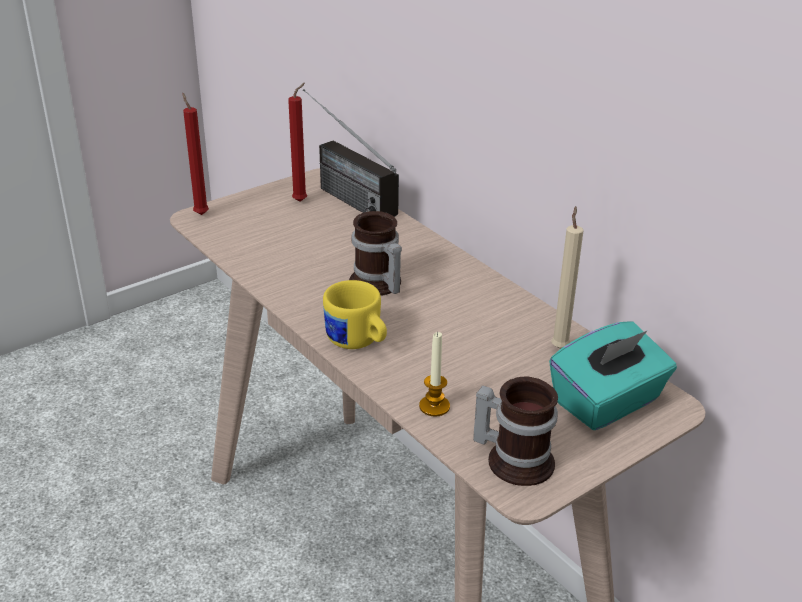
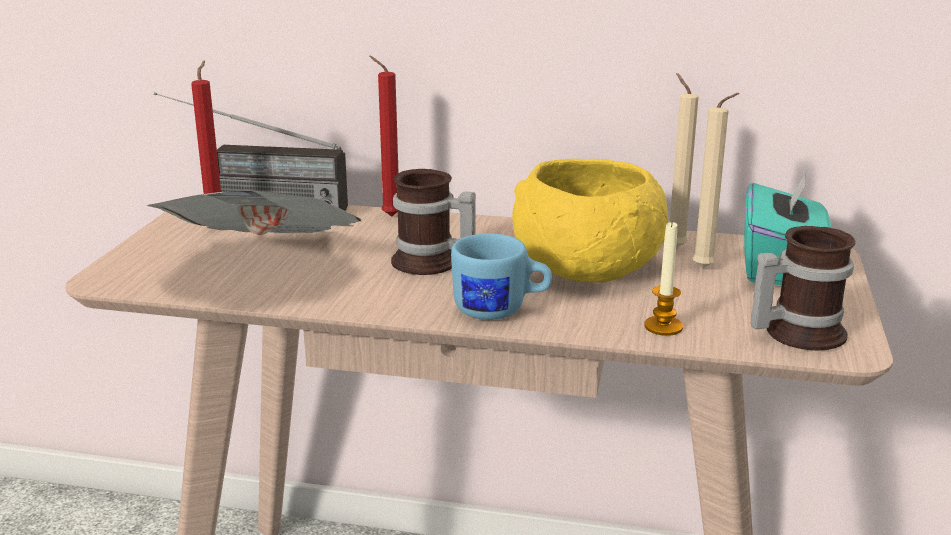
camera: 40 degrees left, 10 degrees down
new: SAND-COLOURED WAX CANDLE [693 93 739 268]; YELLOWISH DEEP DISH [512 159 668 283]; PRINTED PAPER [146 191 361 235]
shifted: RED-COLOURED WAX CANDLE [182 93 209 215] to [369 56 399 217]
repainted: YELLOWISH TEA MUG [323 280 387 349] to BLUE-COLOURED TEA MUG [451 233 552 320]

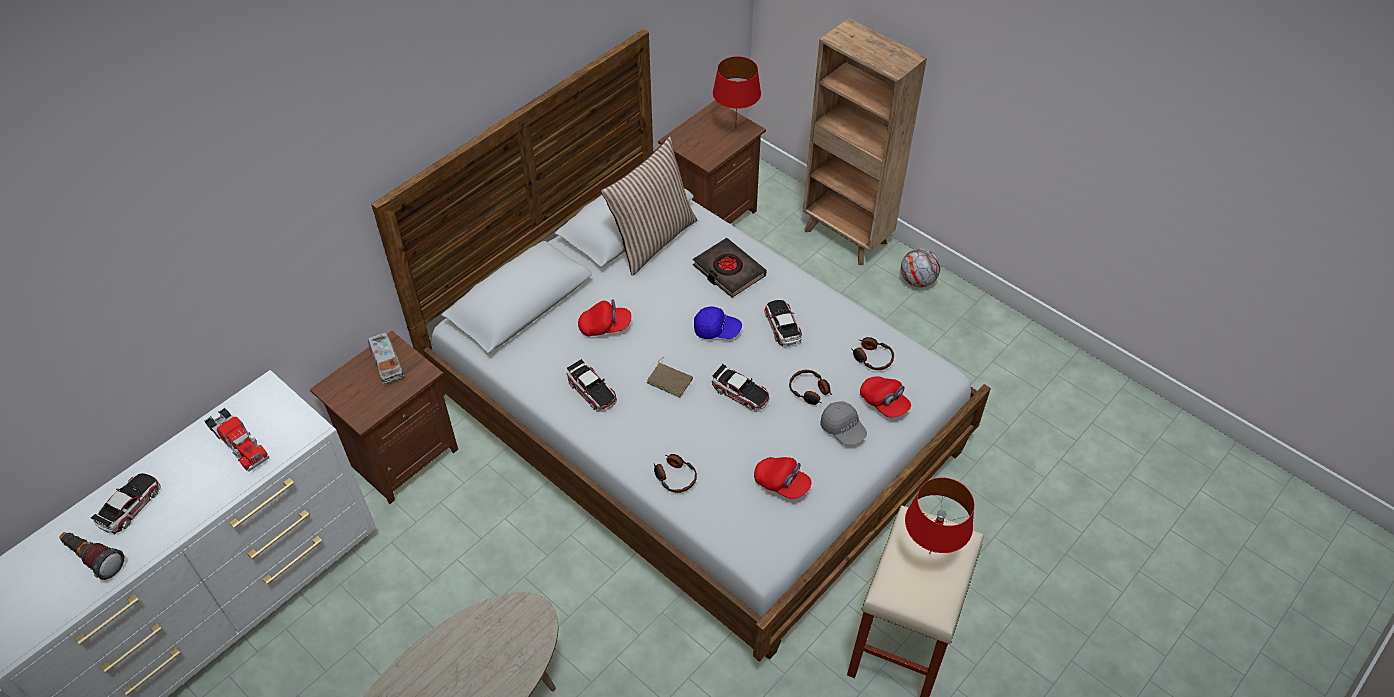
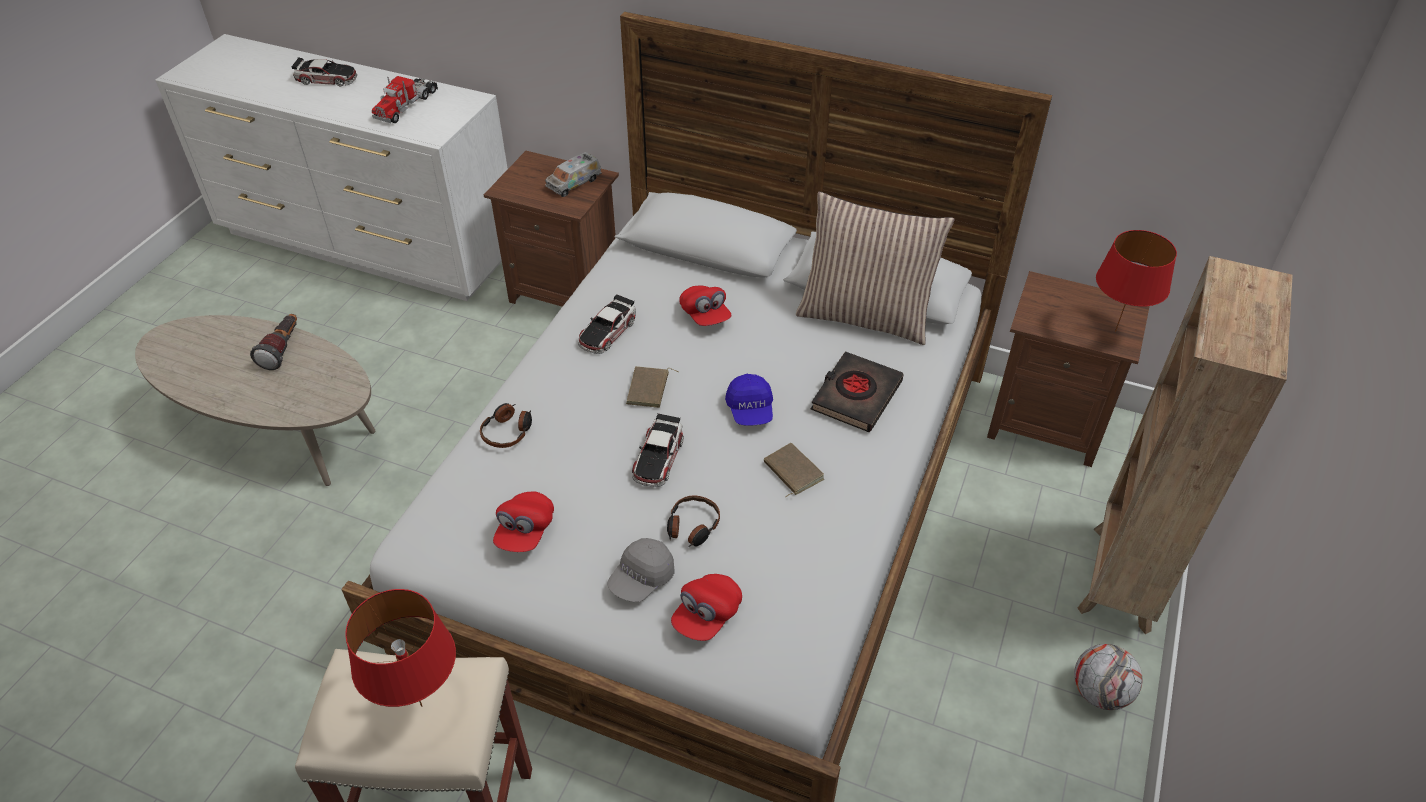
camera: 70 degrees right, 5 degrees down
gone: HEADPHONES [851 337 894 370]
shifted: FLASHLIGHT [59 532 124 580] to [250 314 297 370]
swapped: TOY CAR [764 300 802 347] to BROWNISH VOLUME [764 443 824 497]

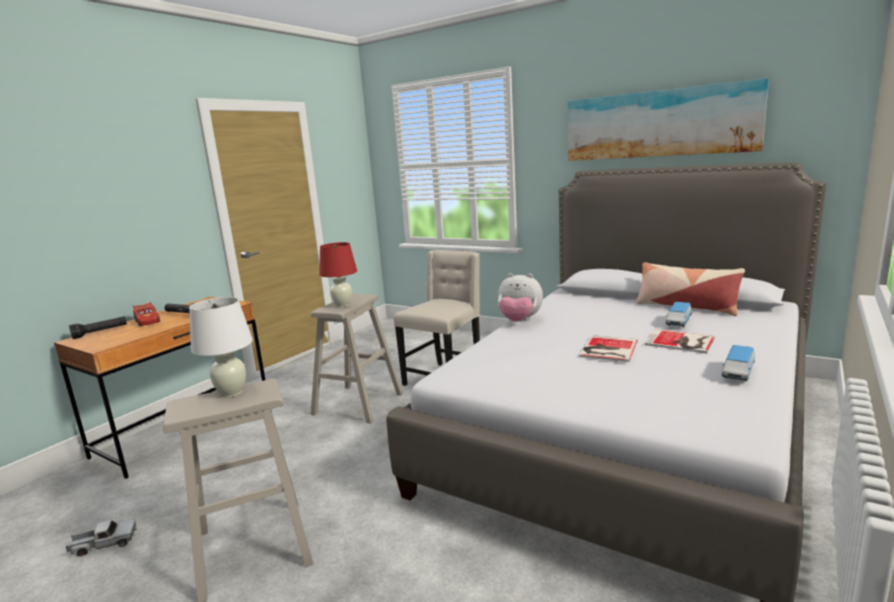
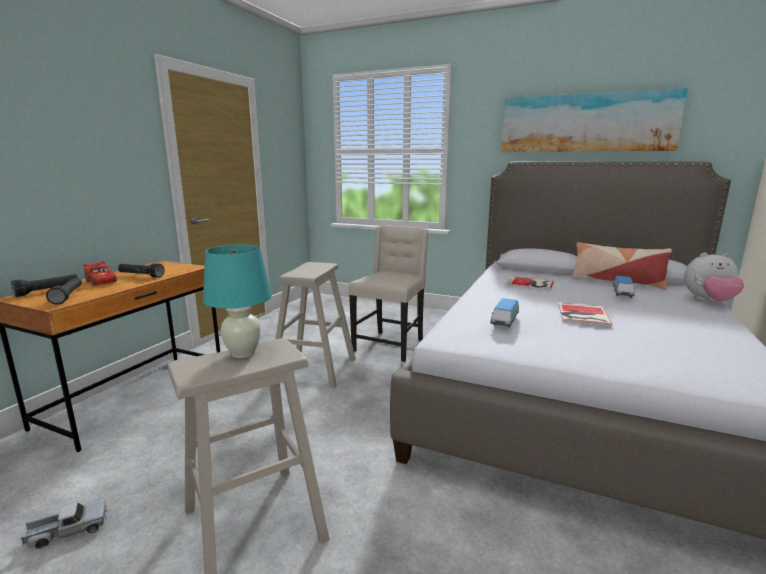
camera: 10 degrees left, 0 degrees up
gone: RED-COLOURED TABLE LAMP [319 242 357 307]
new: BLACK-COLOURED FLASHLIGHT [46 277 82 304]
shifted: CUDDLY TOY [498 273 543 322] to [684 252 744 301]; VOLUME [645 329 715 354] to [505 276 554 291]; TOY CAR [721 345 755 381] to [490 298 519 328]
repainted: WHITISH TABLE LAMP [189 297 253 398] to TURQUOISE-COLOURED TABLE LAMP [203 244 272 358]

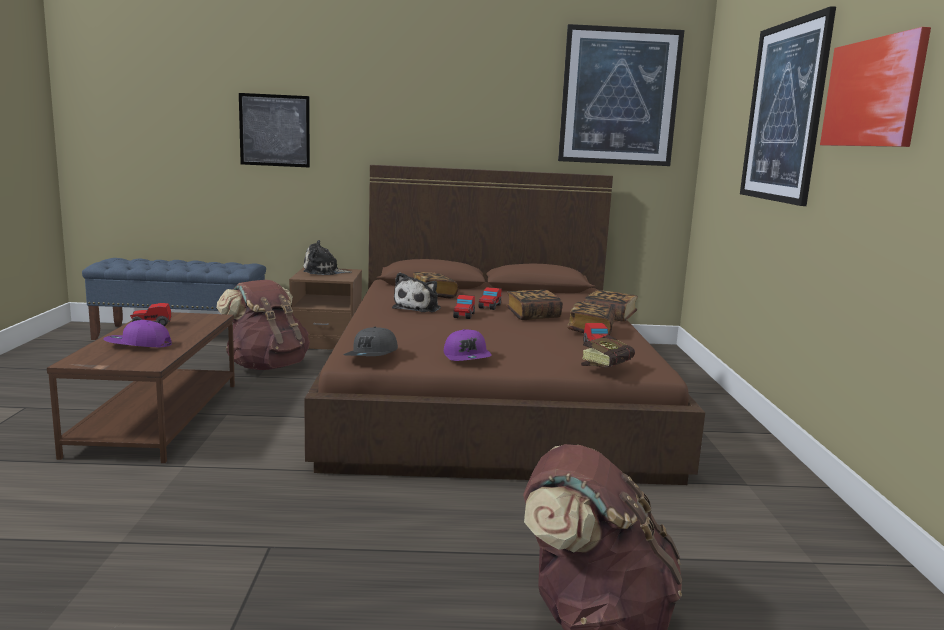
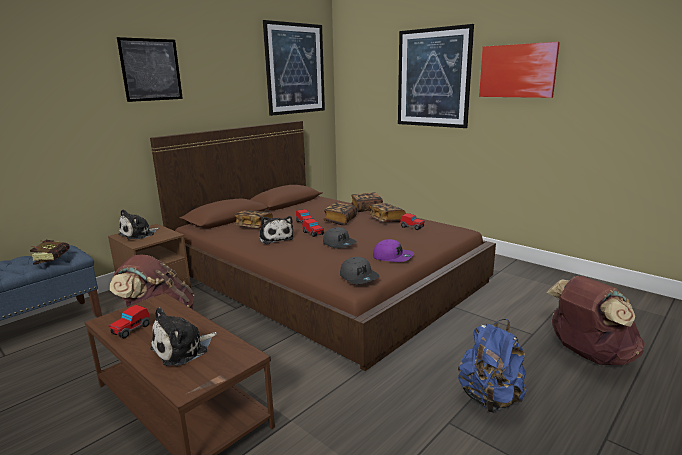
camera: 45 degrees left, 5 degrees up
new: GRAY CAP [323 227 357 249]; BLUE-COLOURED KNAPSACK [458 319 527 413]
shifted: WALL ART [239 93 310 168] to [117 37 183 102]; VOLUME [581 334 635 368] to [30 240 69 265]
swapped: PURPLISH CAP [103 320 172 347] to CUDDLY TOY [150 307 217 366]

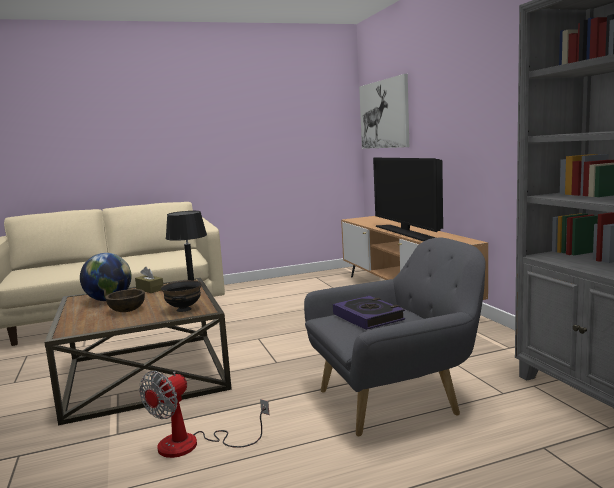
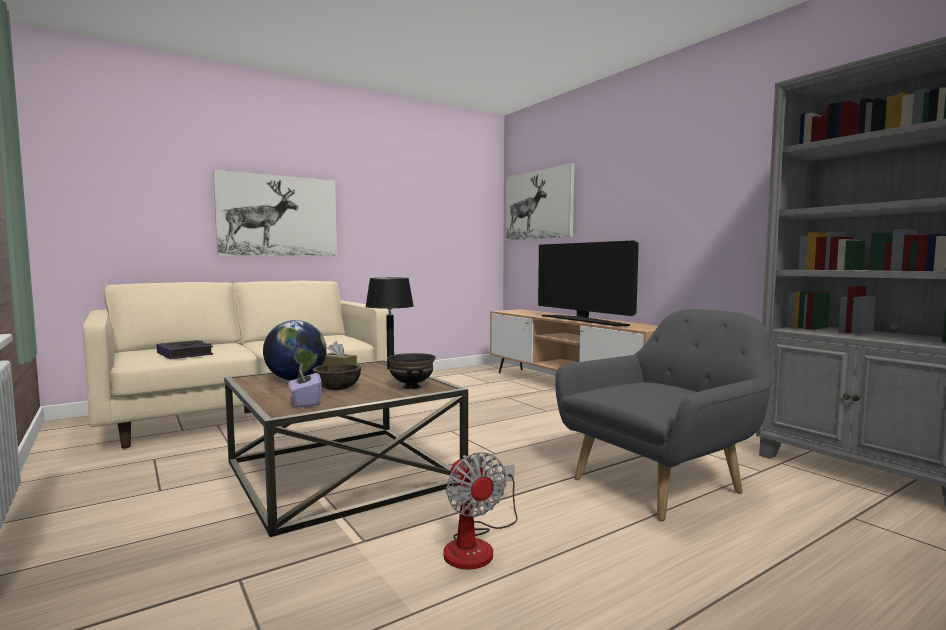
camera: 15 degrees left, 5 degrees down
new: WALL ART [213 170 337 256]; PURPLISH BOX OF TISSUES [289 366 322 408]
shifted: VOLUME [333 296 405 330] to [156 340 213 359]
rotated: FAN [139 371 269 458] = [443 452 518 570] 45 degrees counterclockwise

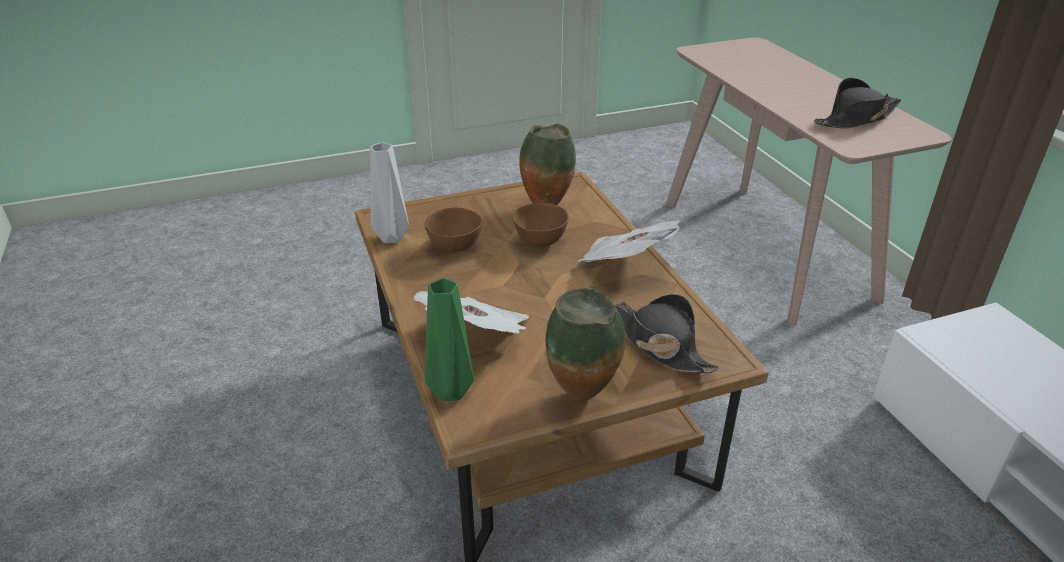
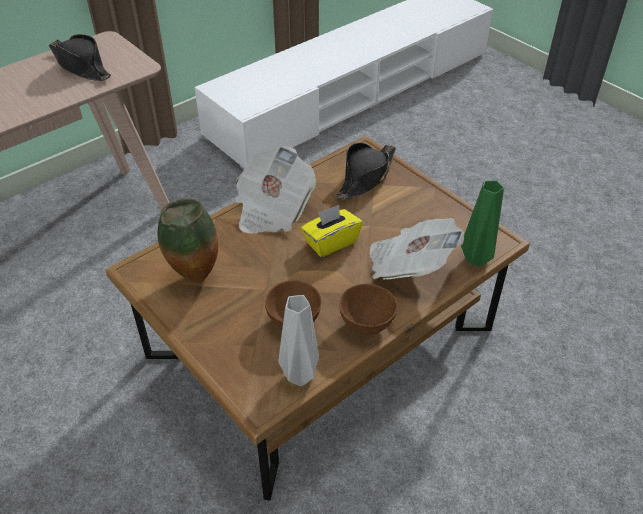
camera: 110 degrees left, 10 degrees up
gone: FLOWER VASE [546 288 626 401]
new: YELLOWISH BOX OF TISSUES [301 205 362 257]
shifted: BROWNISH DEEP DISH [513 203 569 248] to [339 284 398 335]

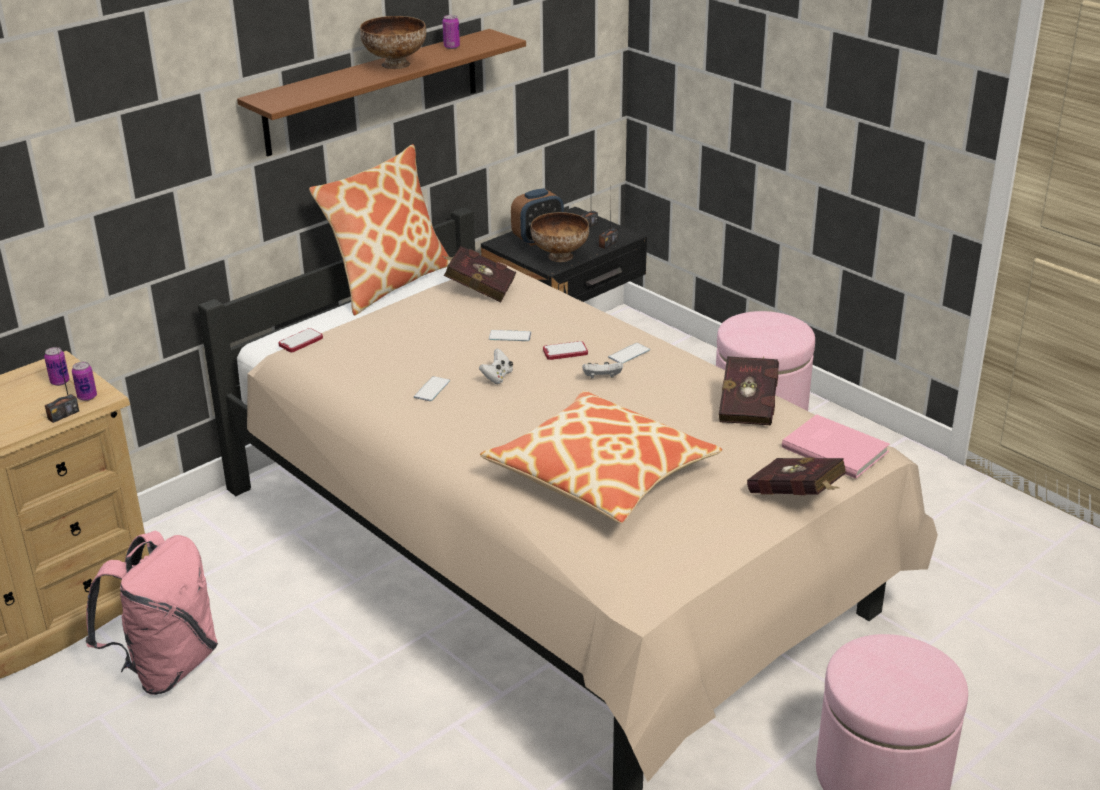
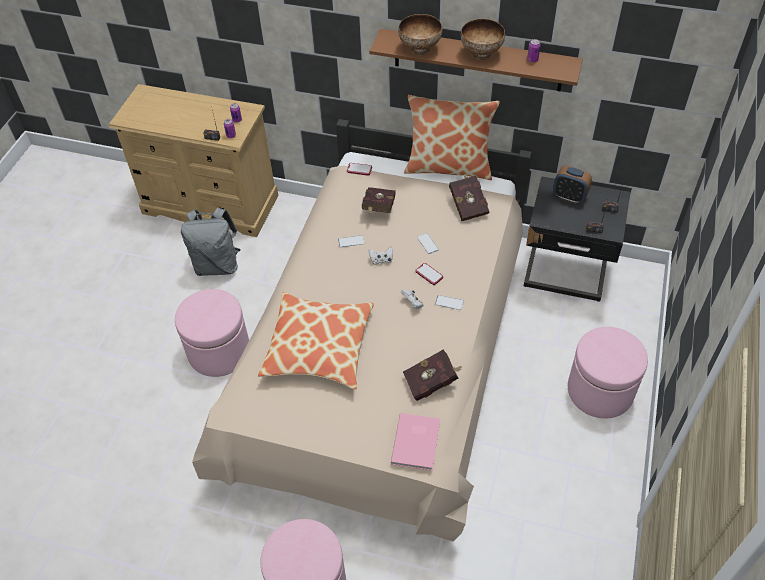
camera: 60 degrees right, 20 degrees up
new: PINK FOOTREST [175 289 249 377]
shifted: DEEP DISH [531 212 589 262] to [398 14 442 55]; RED-COLOURED VOLUME [747 457 847 495] to [362 187 396 214]
repainted: PINK KNAPSACK [86 531 218 695] to GRAY KNAPSACK [181 208 241 276]

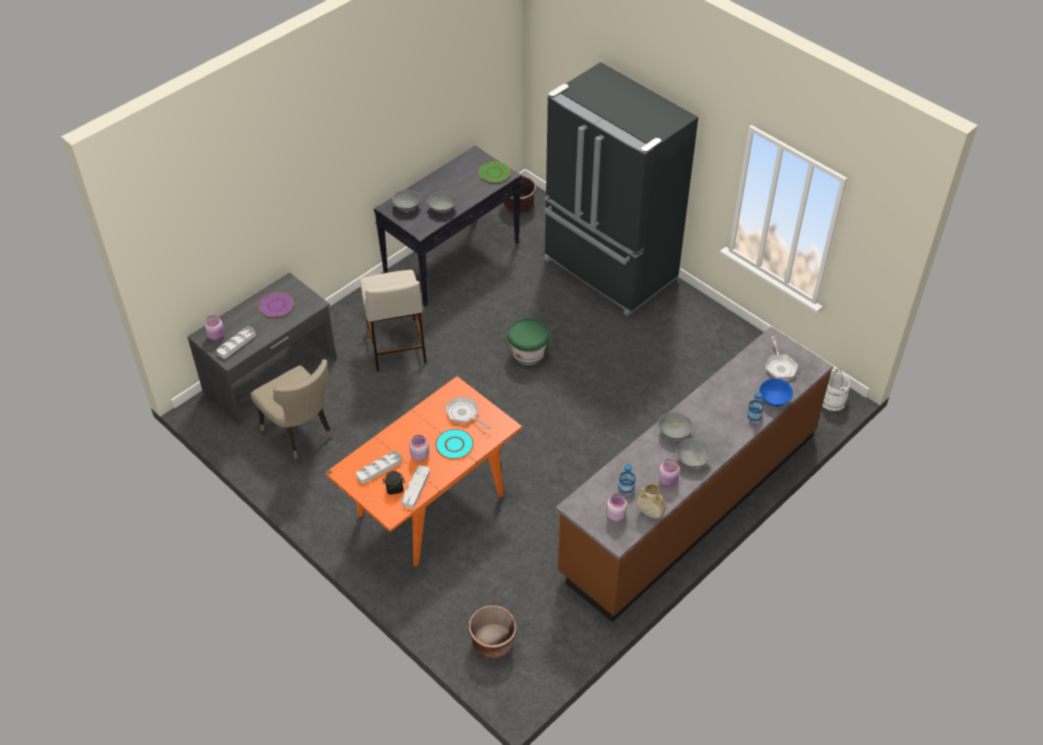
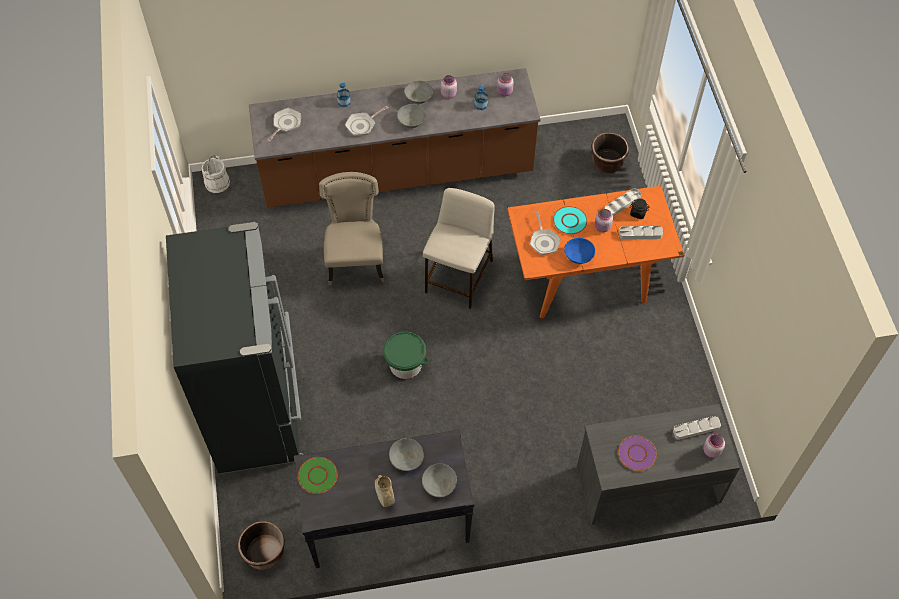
camera: 145 degrees left, 10 degrees up
new: SKILLET [345 106 389 136]
shifted: SAND-COLOURED SITTING STOOL [360 270 426 371] to [423 188 495 309]; SAND-COLOURED PLAIN CHAIR [250 360 333 459] to [319 172 385 285]; BLUE-COLOURED DEEP DISH [759 378 793 407] to [564 238 595 264]; SAND-COLOURED FLOWER VASE [636 484 666 518] to [375 475 395 507]

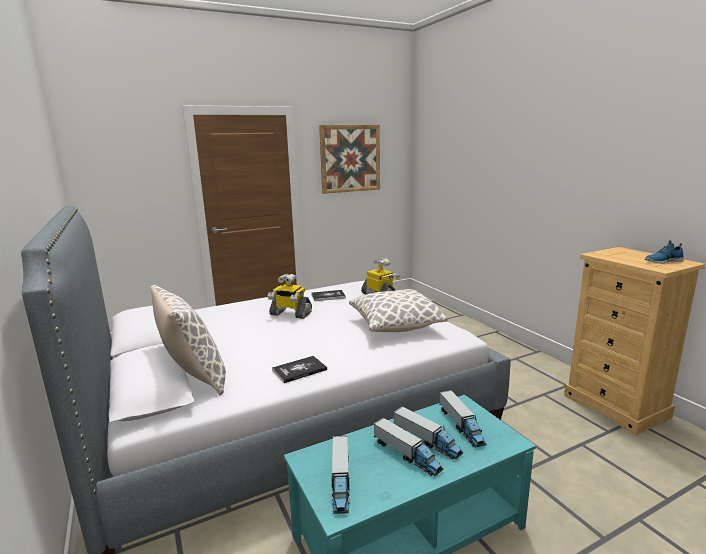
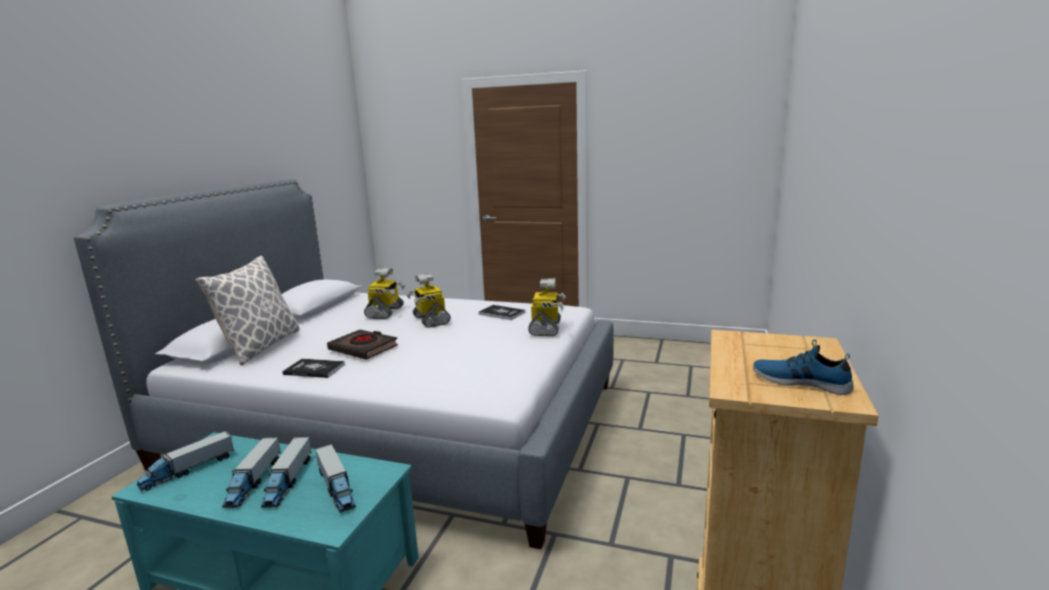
camera: 45 degrees right, 0 degrees up
gone: WALL ART [319 125 380 194]; PILLOW [349 289 447 332]
new: ROBOT FIGURE [364 268 405 319]; BLACK-COLOURED VOLUME [327 330 398 360]
rotated: MODEL TRUCK [440 390 486 448] = [315 444 356 513] 60 degrees counterclockwise

